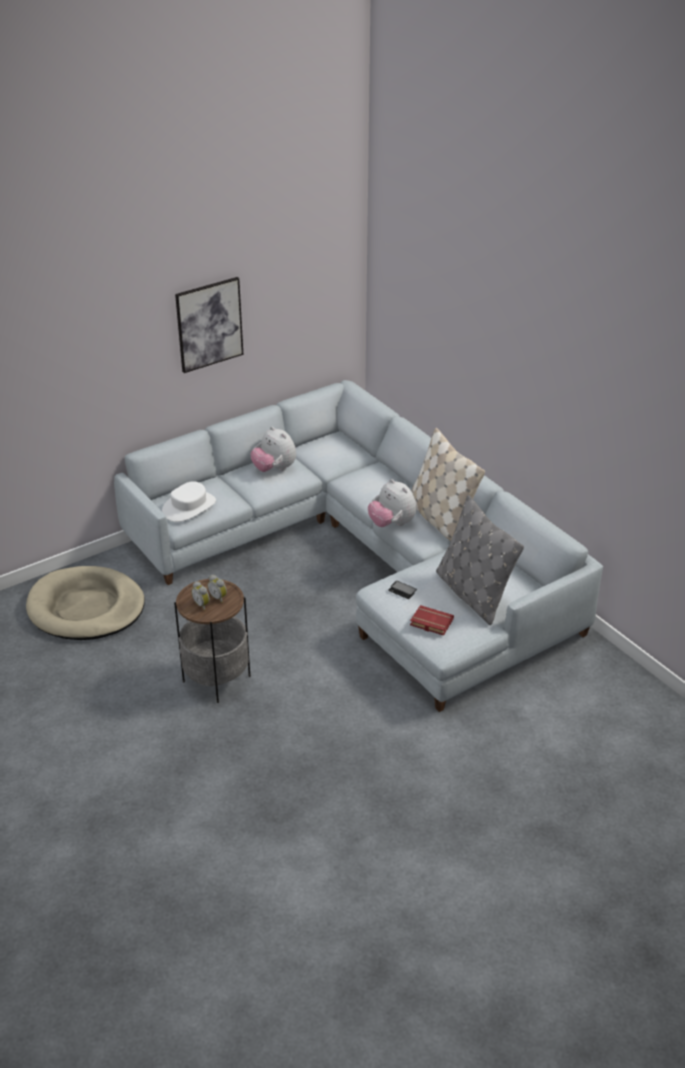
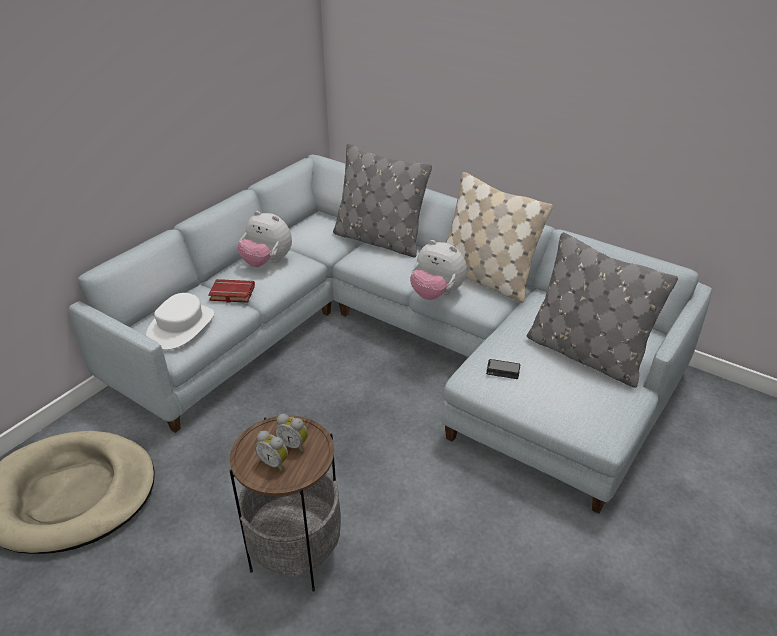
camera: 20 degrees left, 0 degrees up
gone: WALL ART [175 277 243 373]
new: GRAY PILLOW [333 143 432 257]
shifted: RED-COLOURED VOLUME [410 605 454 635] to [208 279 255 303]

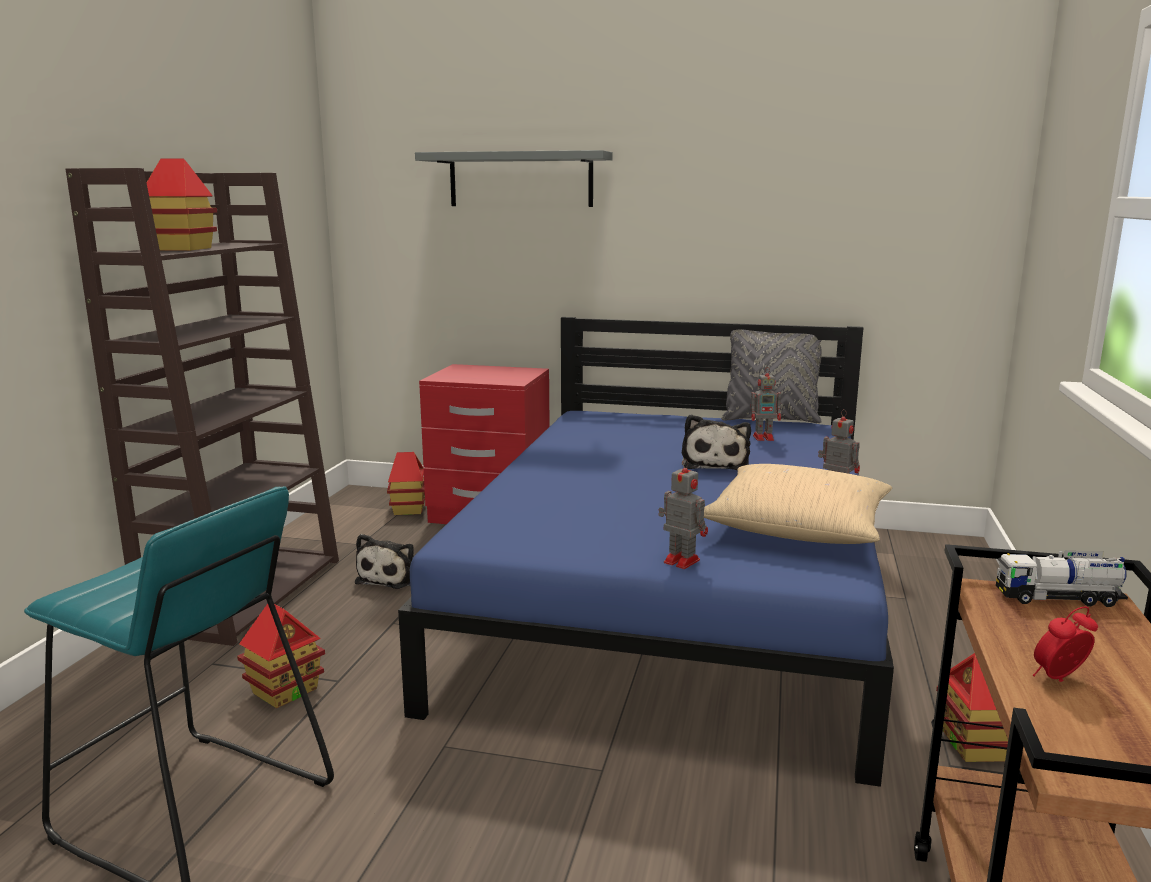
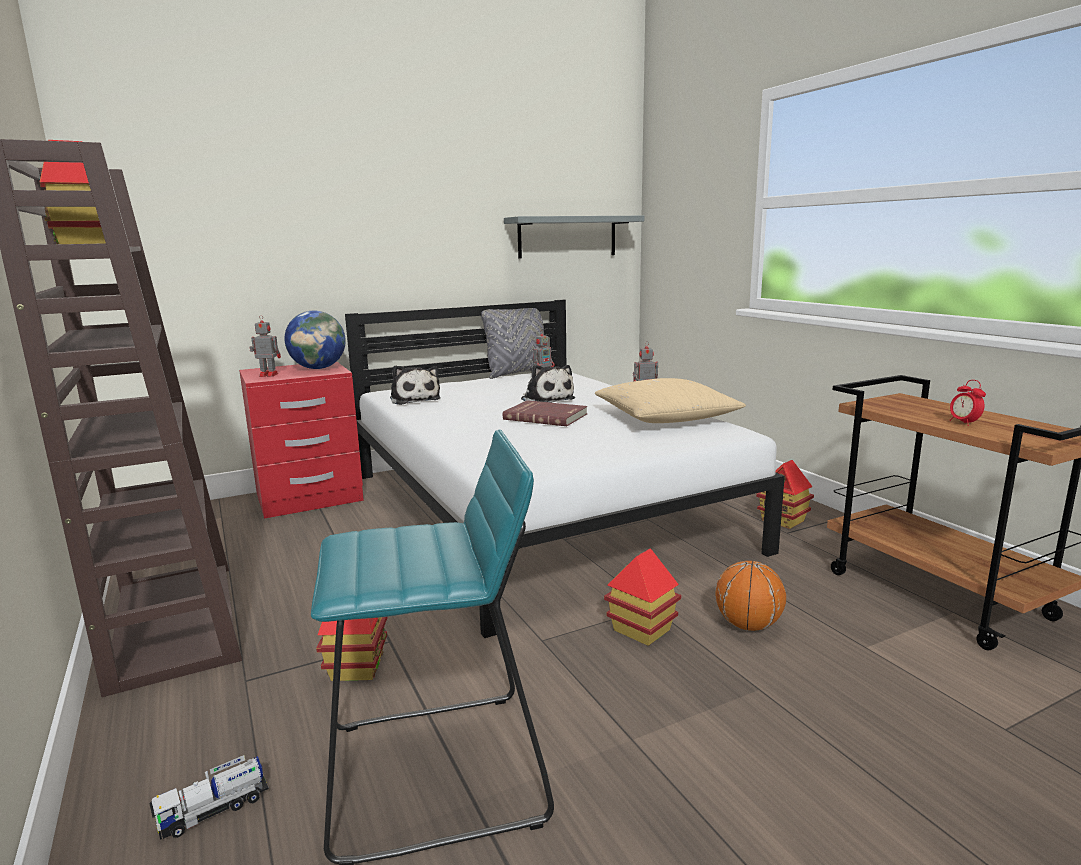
camera: 40 degrees left, 0 degrees up
new: WORLD GLOBE [285 311 346 369]; RED-COLOURED VOLUME [503 400 587 426]; BASKETBALL [715 561 786 631]
shifted: GRAY BRACKET SHELF [415 150 613 207] to [504 216 644 258]; TOY HOUSE [387 452 425 515] to [604 548 681 646]; ROBOT FIGURE [658 459 708 569] to [249 315 281 377]; CUDDLY TOY [355 534 414 589] to [390 365 440 405]; MODEL TRUCK [996 551 1128 607] to [149 755 269 840]
repainted: BLUE-COLOURED BEDROOM BED [398 317 894 787] to WHITISH BEDROOM BED [345 299 785 638]
rotated: BEDSIDE CLOCK [1033 607 1098 682] = [949 380 986 426] 45 degrees counterclockwise

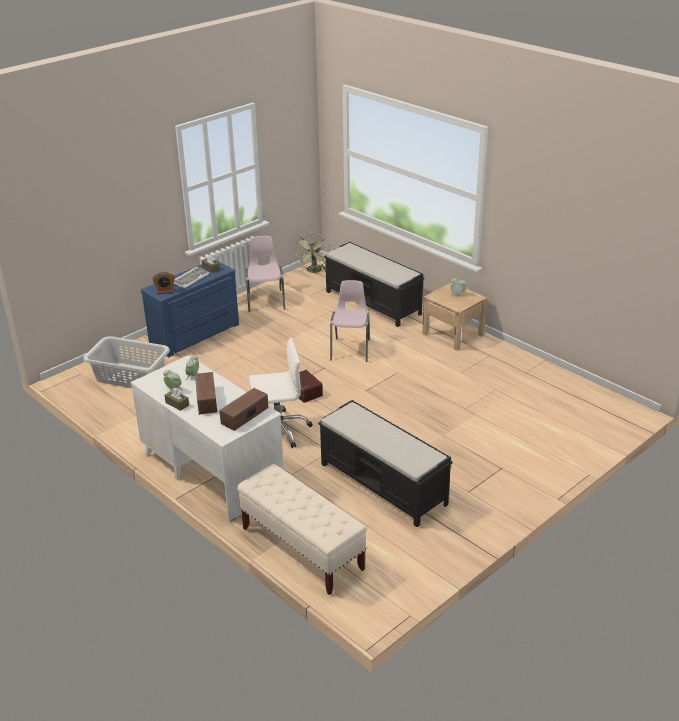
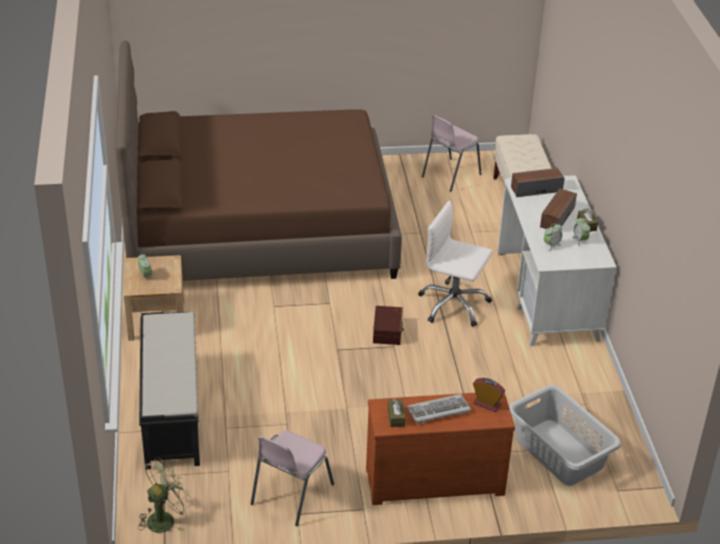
camera: 145 degrees left, 5 degrees up
gone: BLACK-COLOURED INDOOR BENCH [318 400 452 527]
new: BROWNISH BEDROOM BED [116 41 402 281]
shifted: PINK PLAIN CHAIR [330 280 370 362] to [422 115 482 192]
repainted: BLUE-COLOURED CHEST OF DRAWERS [141 260 239 357] to BROWNISH CHEST OF DRAWERS [366 393 515 505]

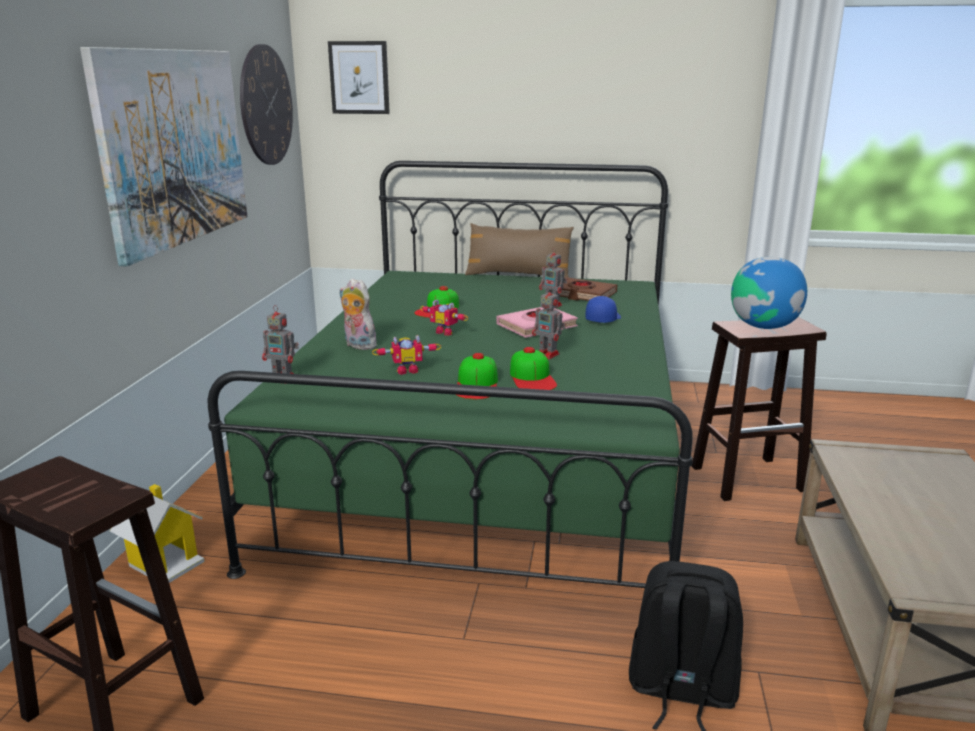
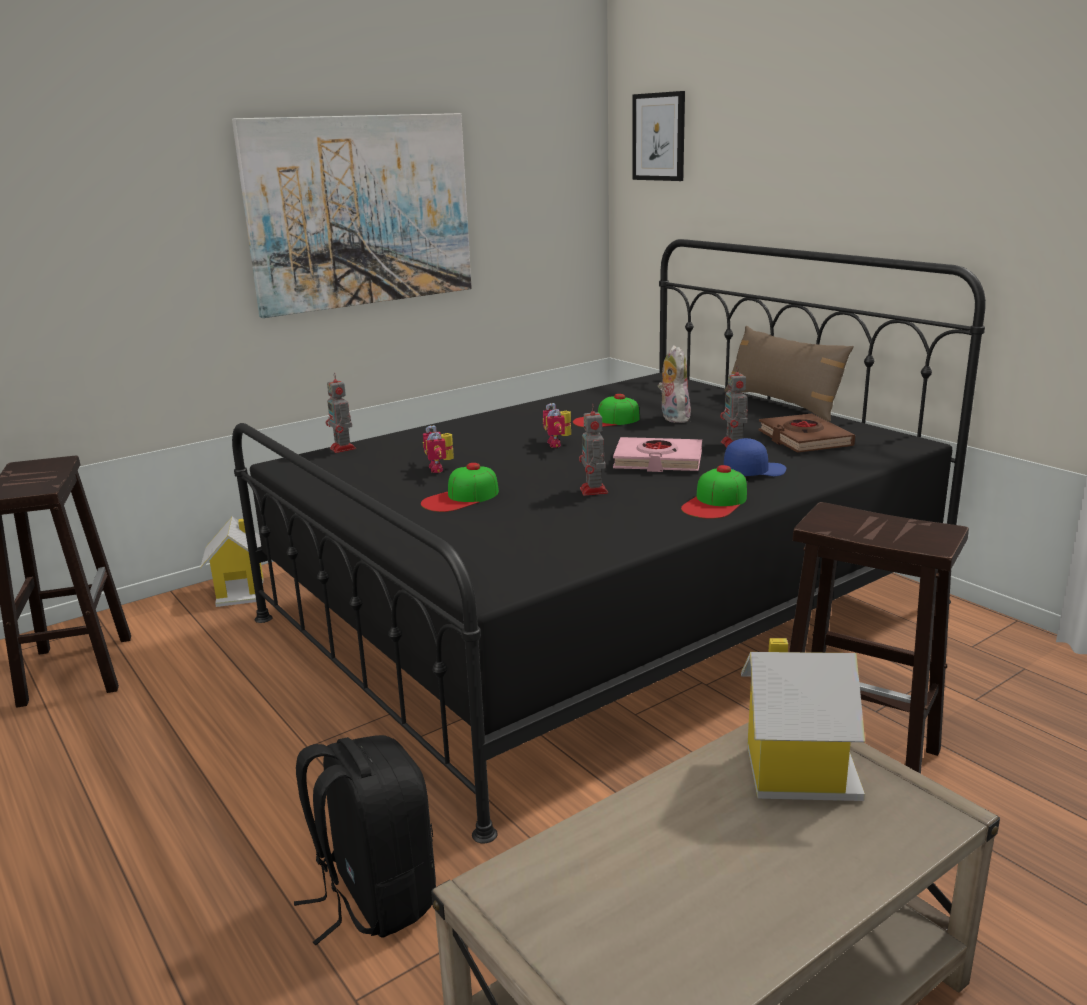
camera: 45 degrees right, 0 degrees up
gone: WALL CLOCK [240 44 293 165]; WORLD GLOBE [731 257 807 329]
new: TOY HOUSE [741 638 865 801]
shifted: CUDDLY TOY [339 278 378 350] to [658 345 691 423]; CAP [510 347 557 390] to [681 465 747 519]
repainted: GREENISH BEDROOM BED [208 161 693 588] to BLACK-COLOURED BEDROOM BED [232 239 986 843]
rotated: ROBOT FIGURE [372 335 441 375] = [423 425 454 473] 45 degrees clockwise

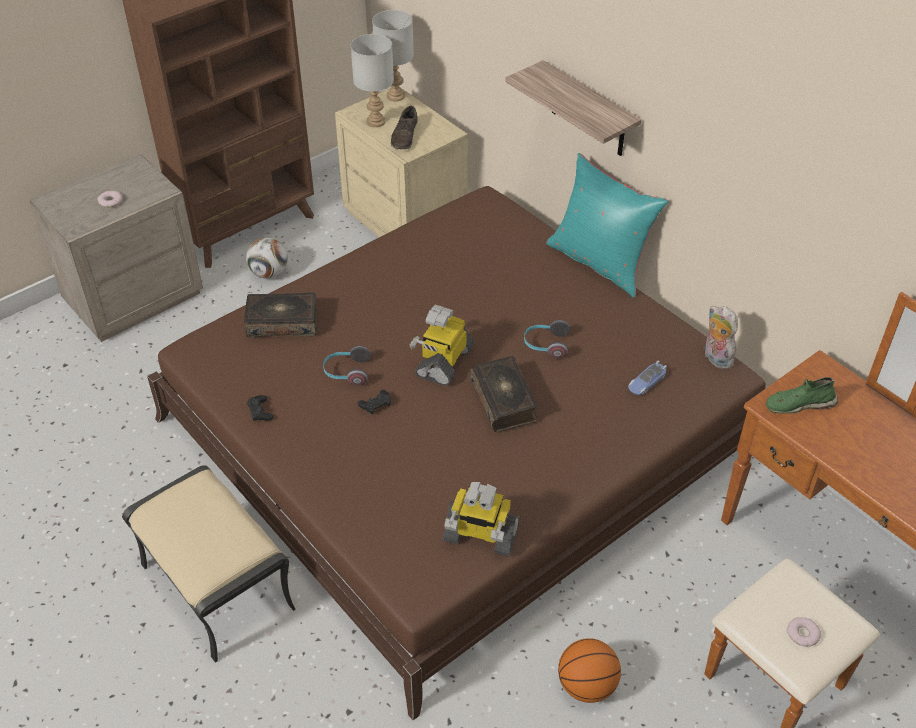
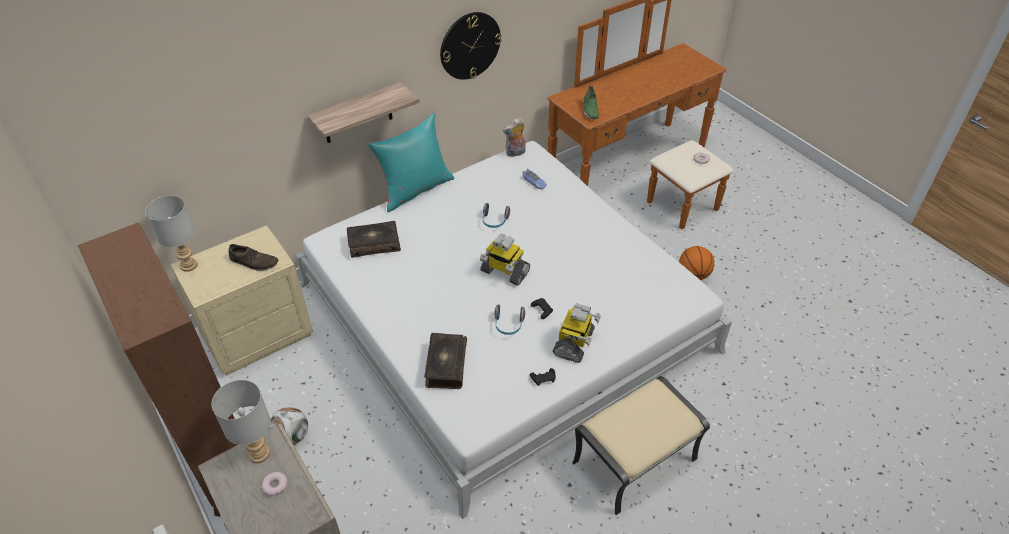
camera: 85 degrees left, 0 degrees up
new: WALL CLOCK [440 12 502 80]
shifted: GRAY TABLE LAMP [351 34 394 127] to [211 380 271 463]; VOLUME [469 356 538 432] to [347 221 401 258]; ROBOT FIGURE [443 482 520 557] to [553 303 601 363]
repainted: BROWNISH BEDROOM BED [147 186 765 720] to WHITISH BEDROOM BED [295 141 732 519]

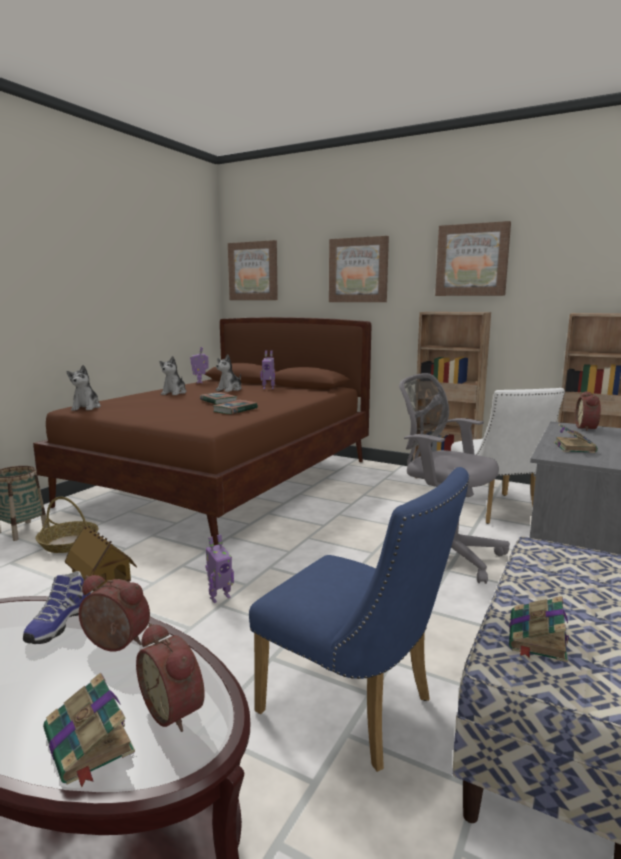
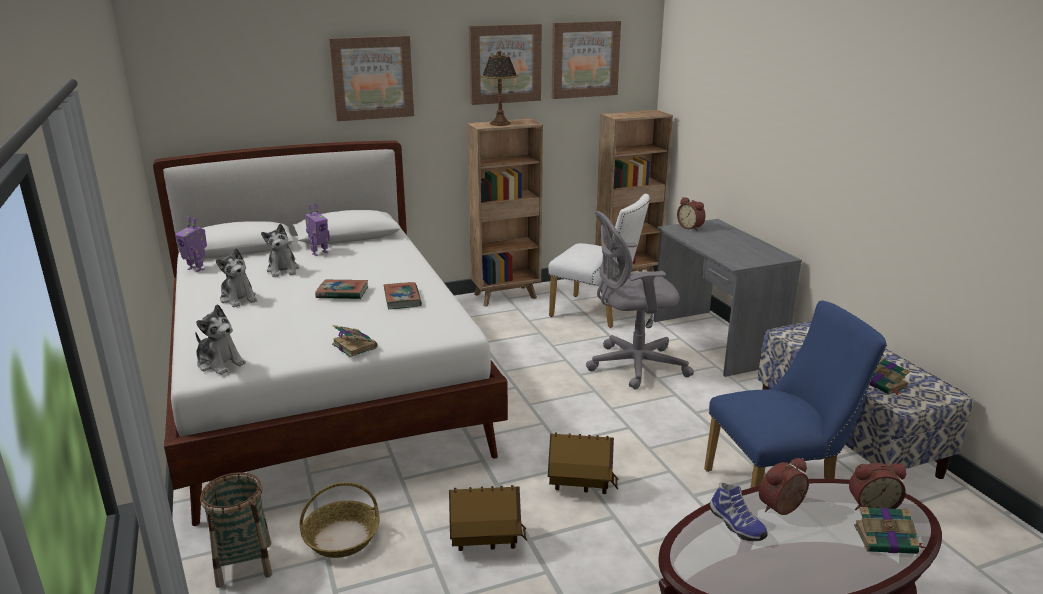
camera: 50 degrees left, 10 degrees up
new: TABLE LAMP [482 51 518 126]
shifted: WALL ART [228 240 278 300] to [552 21 621 99]; VOLUME [554 424 598 453] to [332 325 378 357]
swapped: ROBOT FIGURE [206 534 234 603] to TOY HOUSE [548 432 618 494]
repainted: BROWNISH BEDROOM BED [33 317 372 546] to WHITISH BEDROOM BED [153 140 508 526]

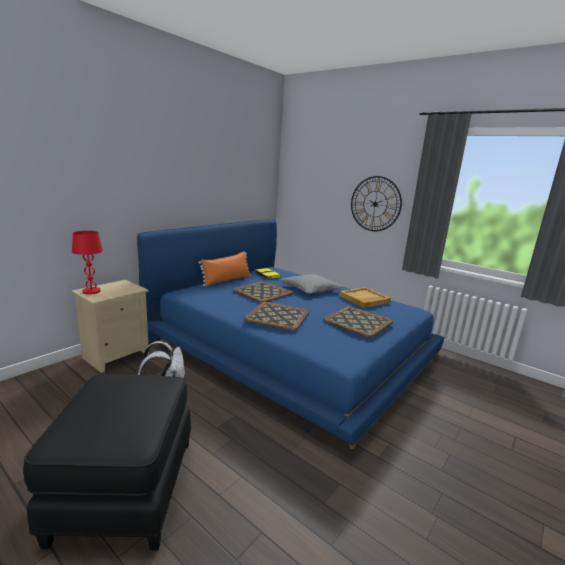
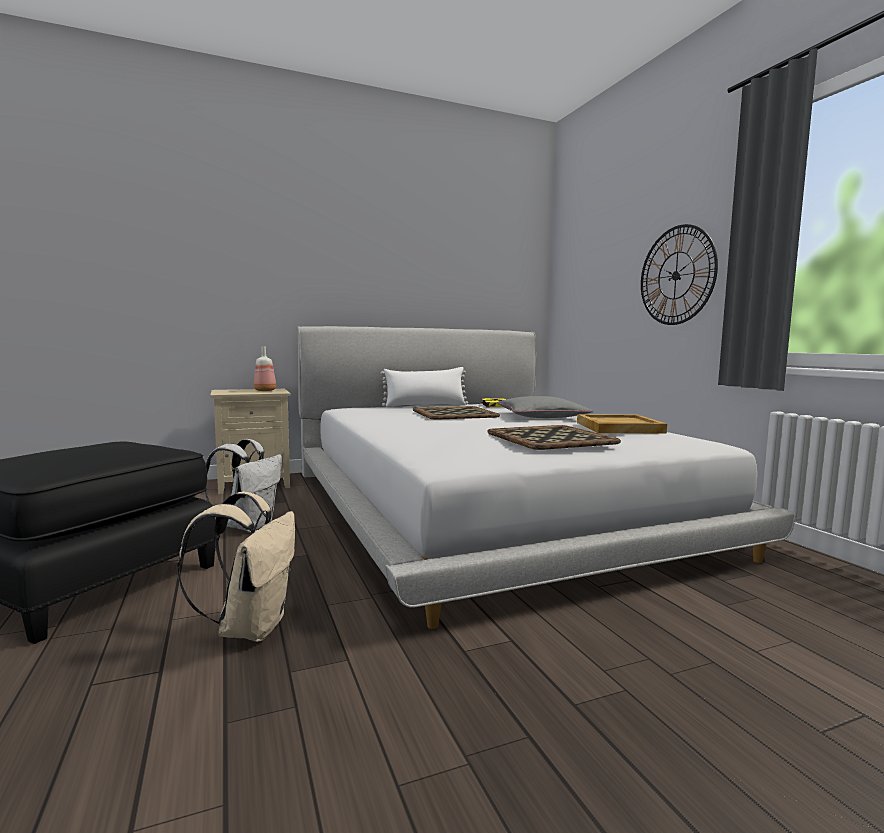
camera: 30 degrees right, 10 degrees down
gone: RED-COLOURED TABLE LAMP [72 231 103 294]; SERVING TRAY [244 302 310 331]
new: DRINK BOTTLE [254 346 276 391]; SAND-COLOURED KNAPSACK [177 491 295 642]
repainted: BLUE-COLOURED BEDROOM BED [137 219 444 449] to WHITISH BEDROOM BED [298 326 796 629]; ORANGE PILLOW [199 251 250 286] to WHITISH PILLOW [381 367 468 407]

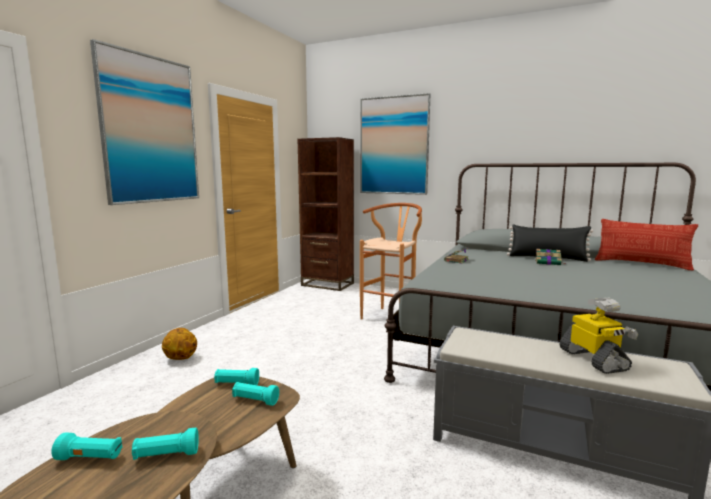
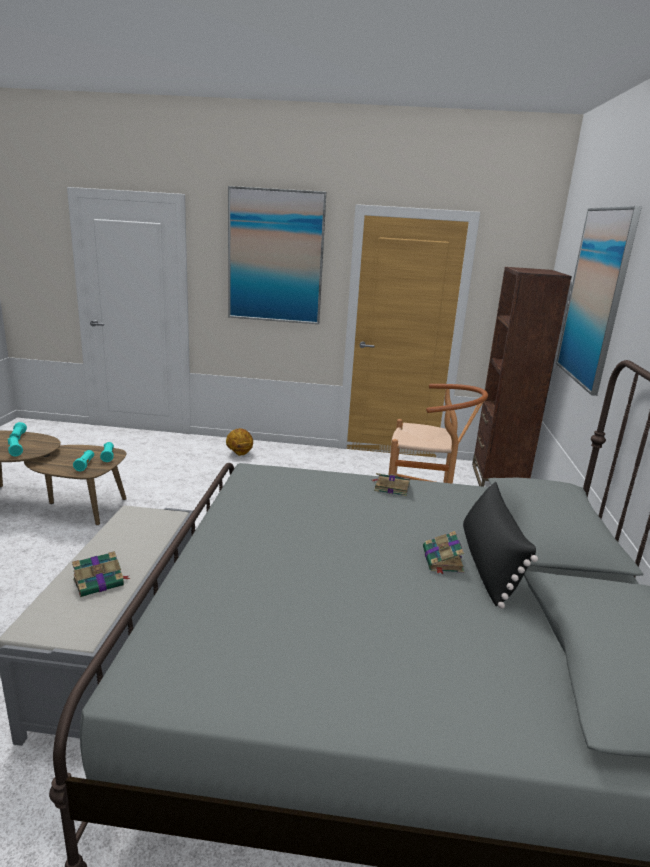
camera: 70 degrees right, 10 degrees up
gone: PILLOW [595 219 698 270]
swapped: ROBOT FIGURE [559 297 638 374] to VOLUME [72 551 130 597]

